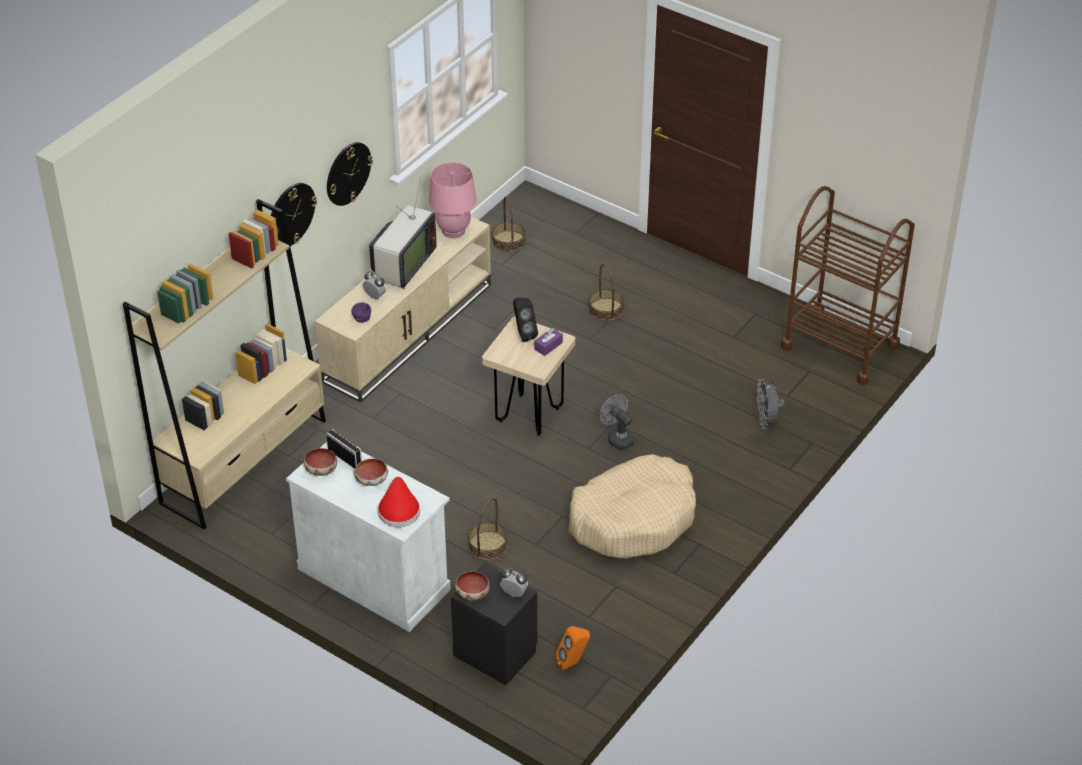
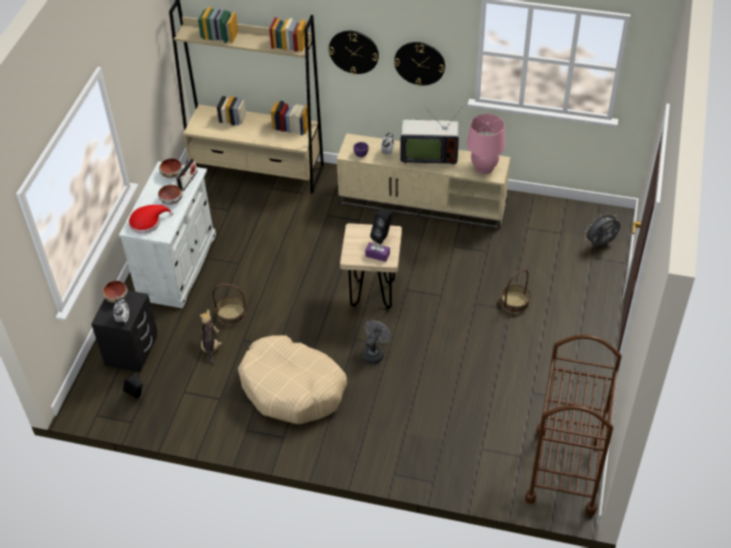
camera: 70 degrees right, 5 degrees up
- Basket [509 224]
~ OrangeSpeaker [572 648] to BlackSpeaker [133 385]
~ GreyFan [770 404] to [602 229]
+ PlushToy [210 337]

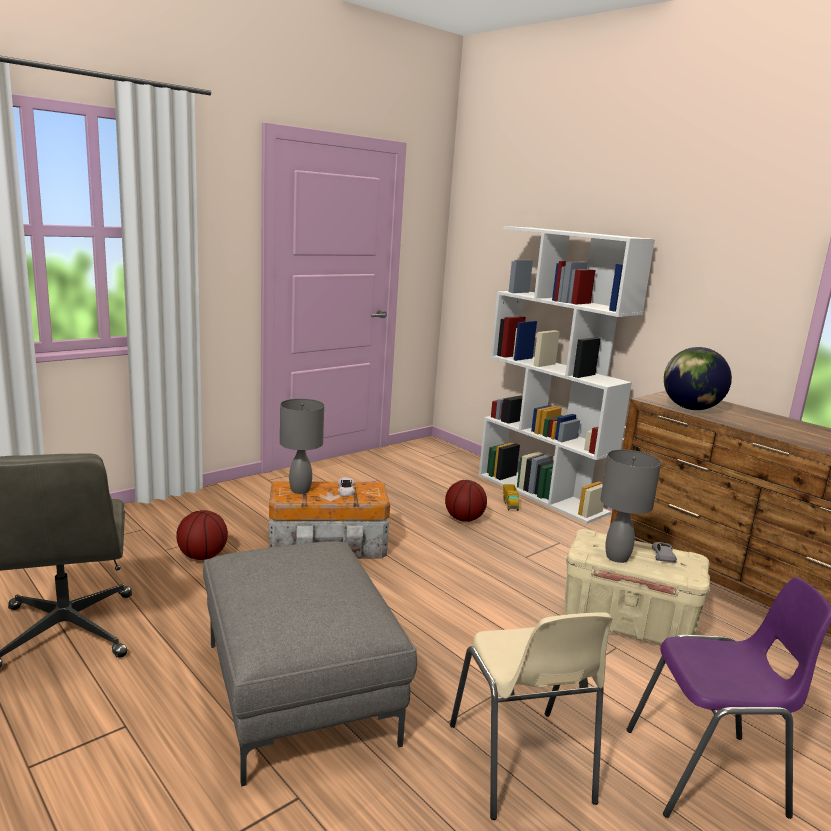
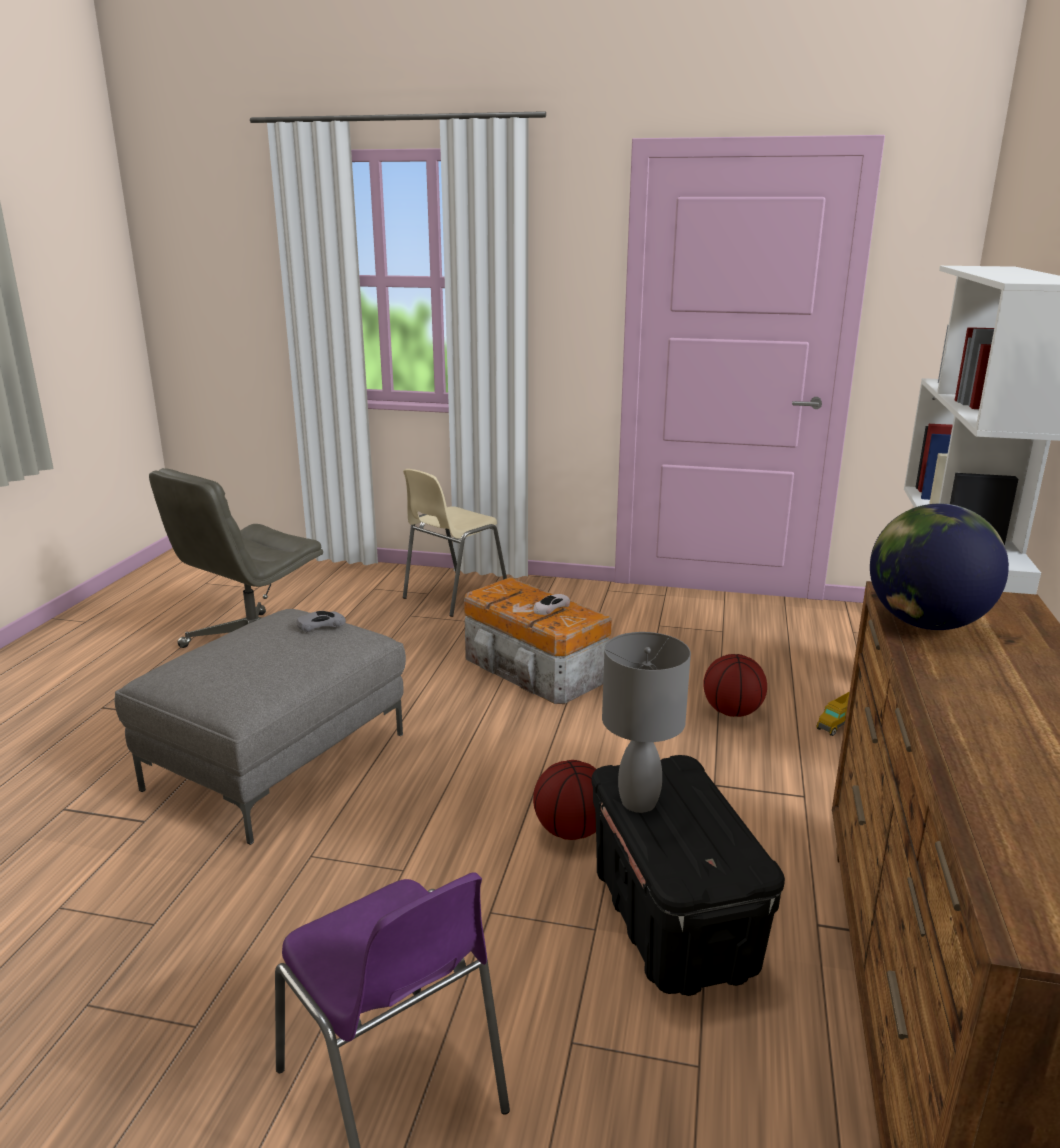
camera: 55 degrees right, 5 degrees up
~ Basketball [202 535] to [564 800]
- GreyTableLamp [302 446]
~ BeigeChair [531 716] to [455 543]
~ BeigeStorageBox [637 586] to BlackStorageBox [688 875]
~ GreyToyCar [664 552] to [321 621]

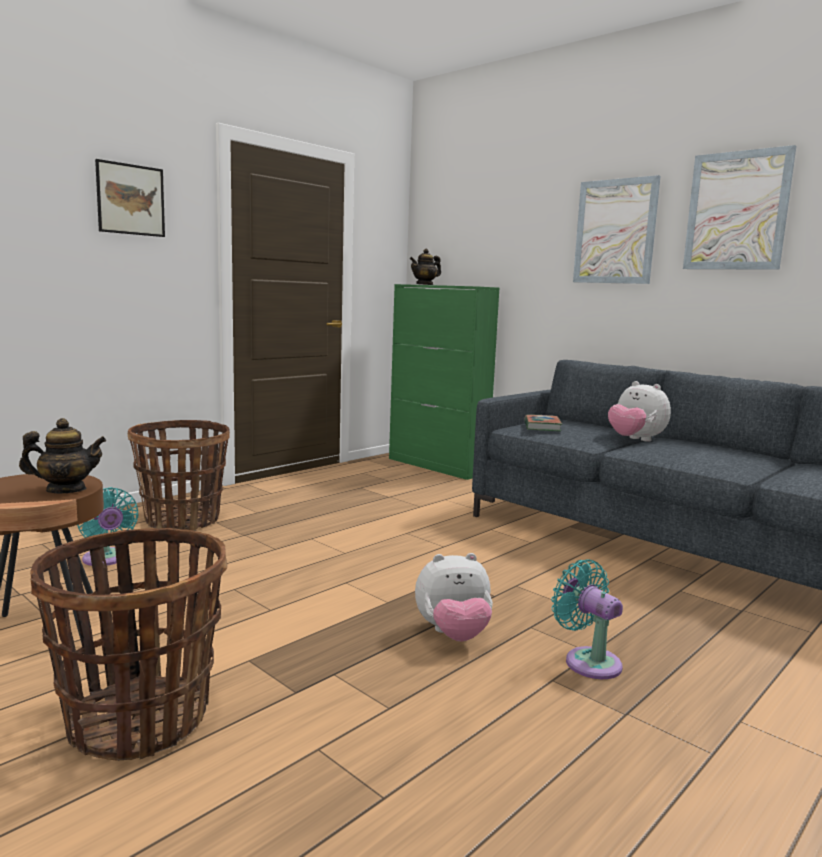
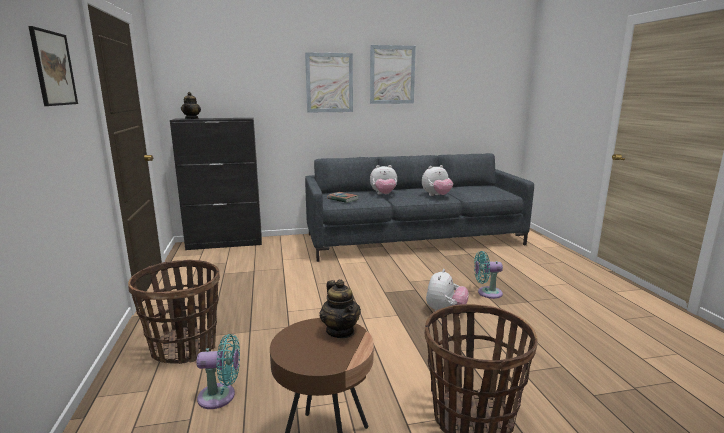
camera: 55 degrees left, 5 degrees up
~ Teapot [62 455] = [340 308] 135 degrees clockwise
~ GreenCabinet [444 382] to BlackCabinet [216 184]
+ PlushToy [437 180]

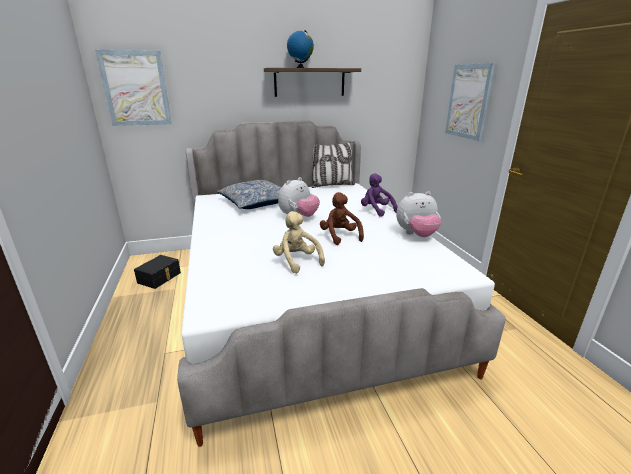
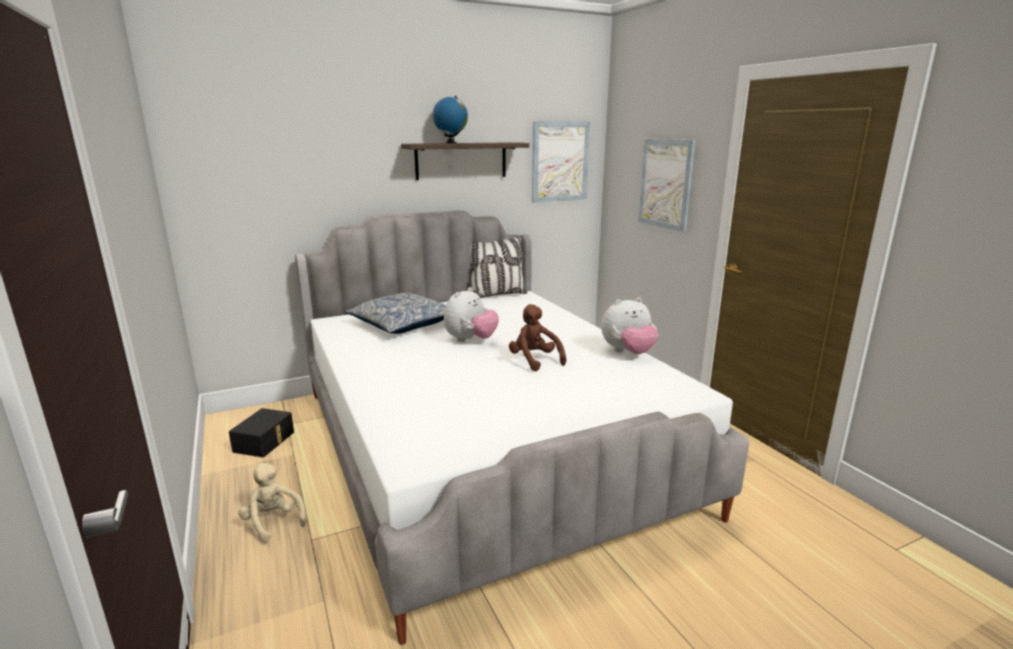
camera: 10 degrees left, 5 degrees down
~ Picture [133 88] to [561 162]
~ BeigePlushToy [299 242] to [272 503]
- PurplePlushToy [379 195]

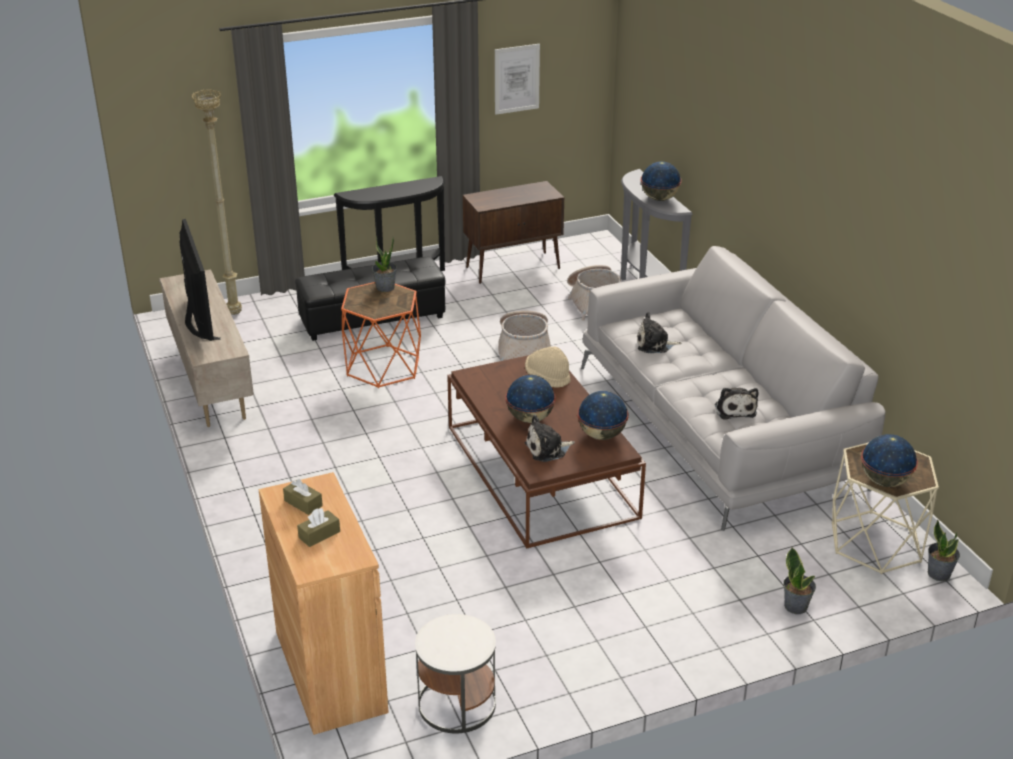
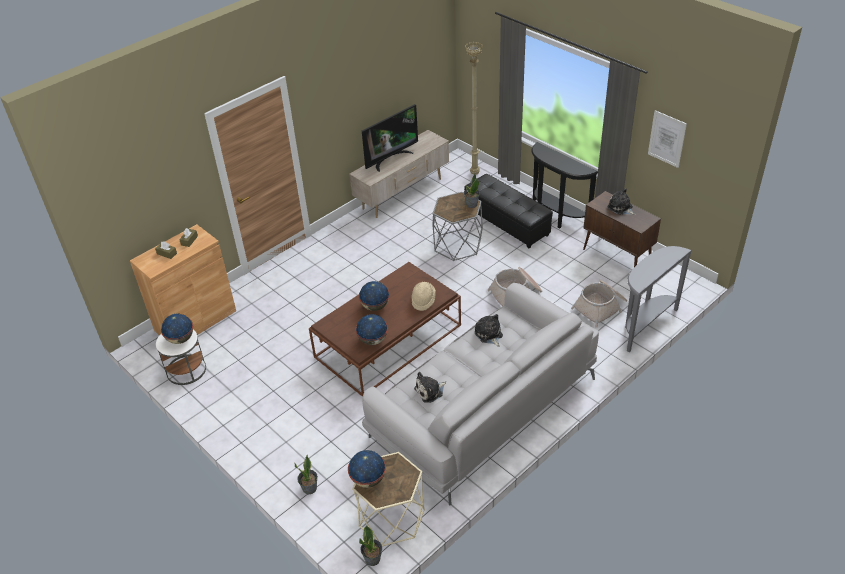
camera: 70 degrees right, 10 degrees up
~ OrangeSideTable [381 335] to GreySideTable [457 226]
~ PlushToy [550 438] to [621 201]
~ Globe [661 181] to [177 329]

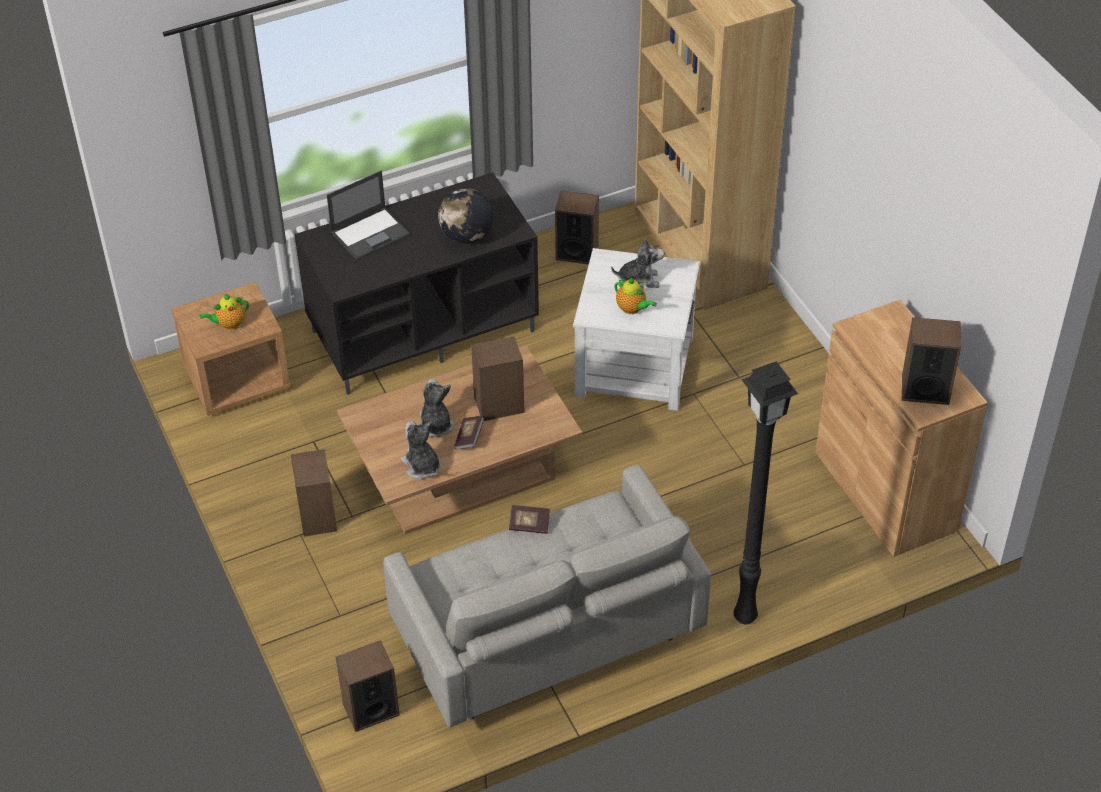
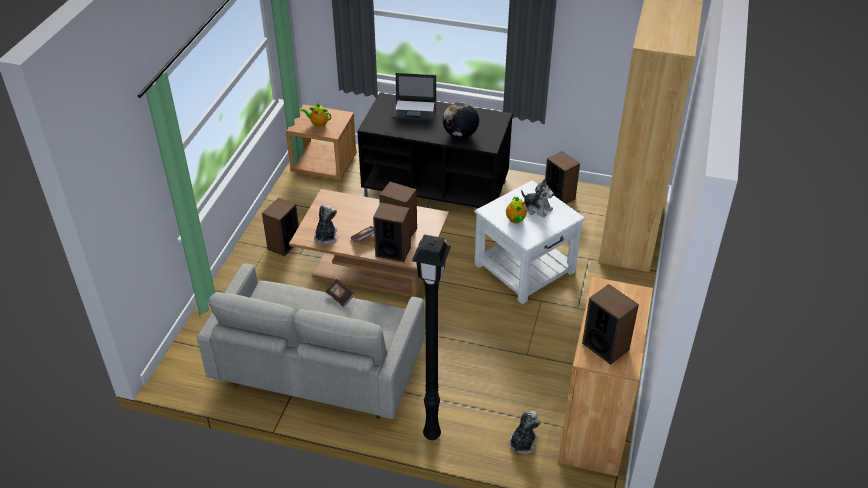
camera: 40 degrees right, 5 degrees down
~ Speaker [368 686] to [392 232]
~ PlushToy [437 408] to [525 432]

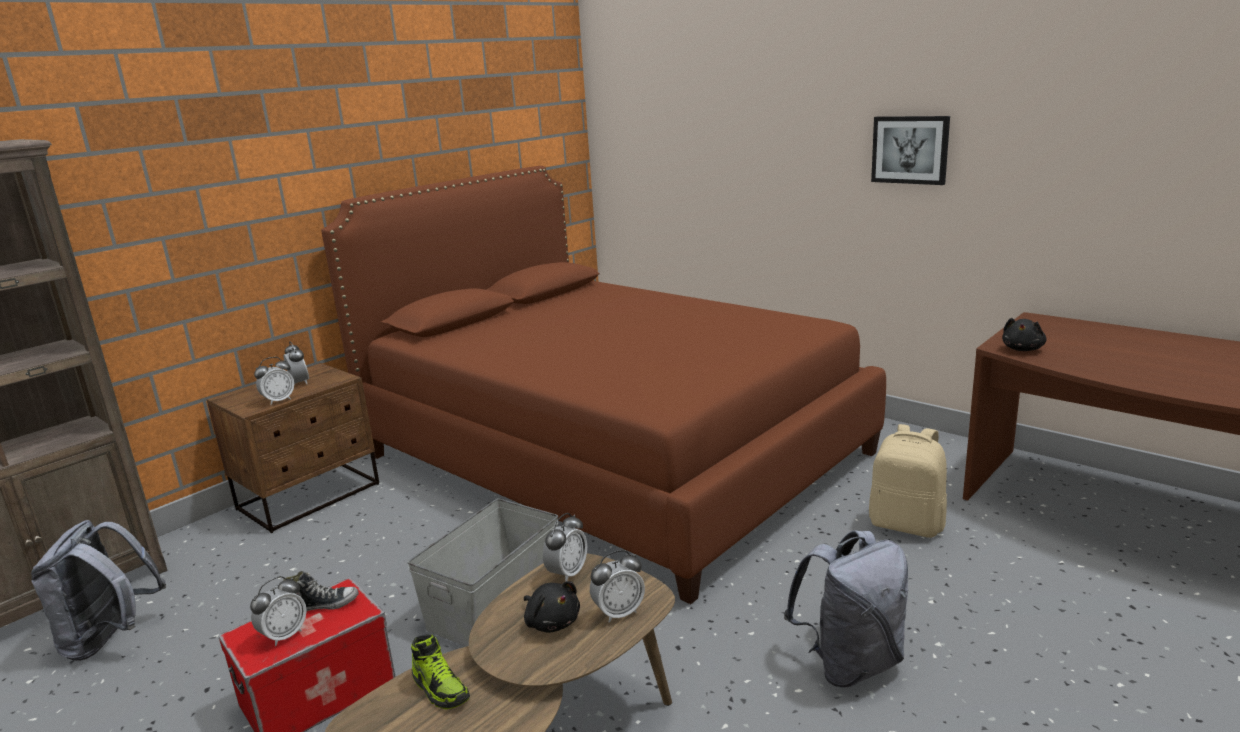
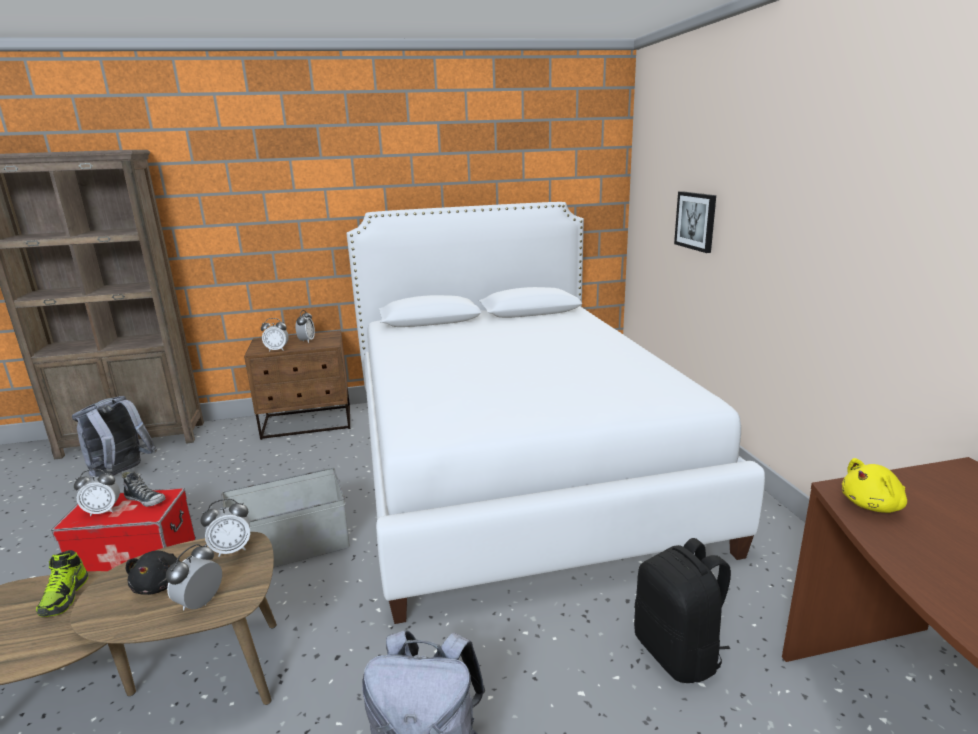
camera: 35 degrees right, 0 degrees up
~ BrownBed [603 385] to WhiteBed [556 413]
~ AlarmClock [617 586] = [194 577] 105 degrees clockwise
~ BeigeBackpack [908 481] to BlackBackpack [682 610]
~ Picture [910 150] to [695 222]
~ BlackPlushToy [1024 334] to YellowPlushToy [874 485]

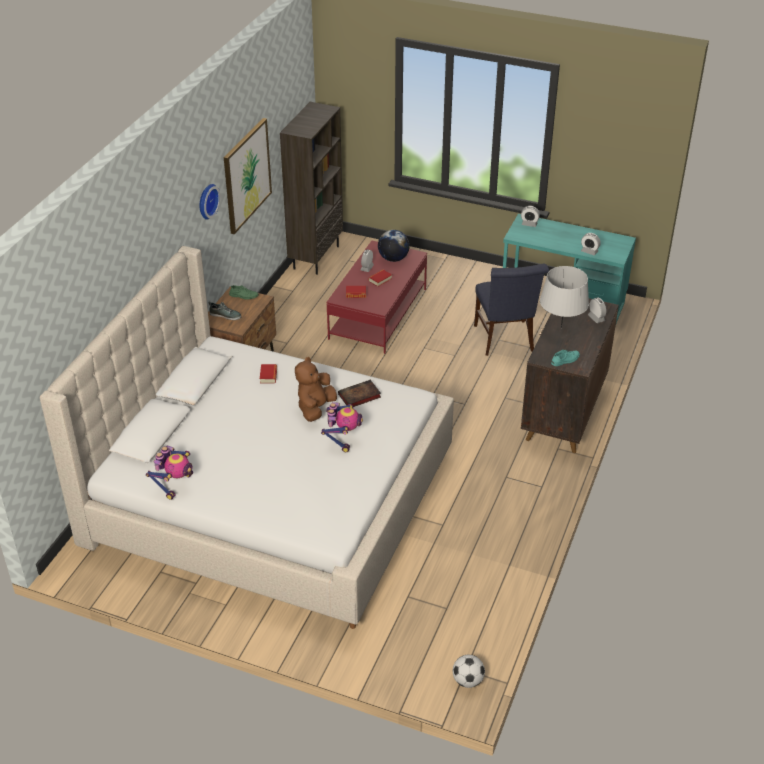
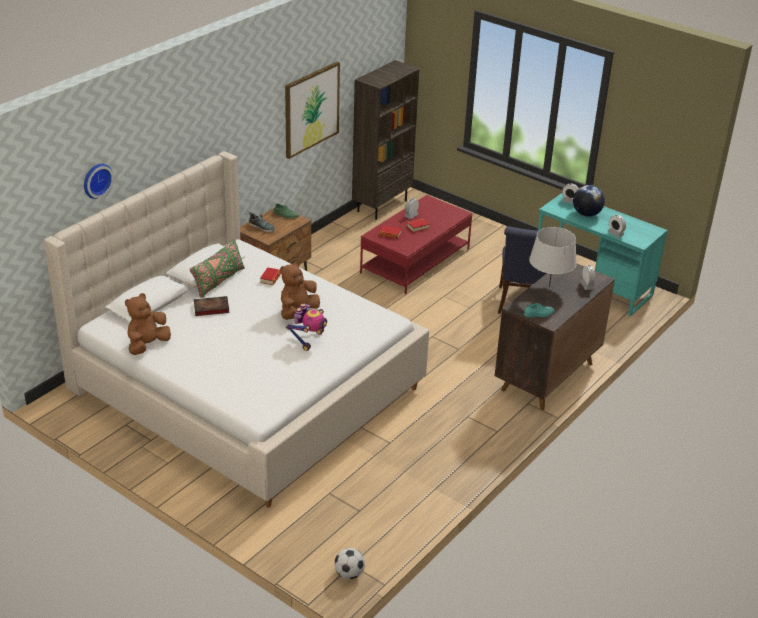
camera: 15 degrees right, 5 degrees down
~ ToyRobot [169 472] to BrownPlushToy [148 324]
~ WallClock [210 202] to [99 181]
~ Book [359 393] to [211 306]
~ Globe [394 246] to [589 201]
+ GreenPillow [217 268]

